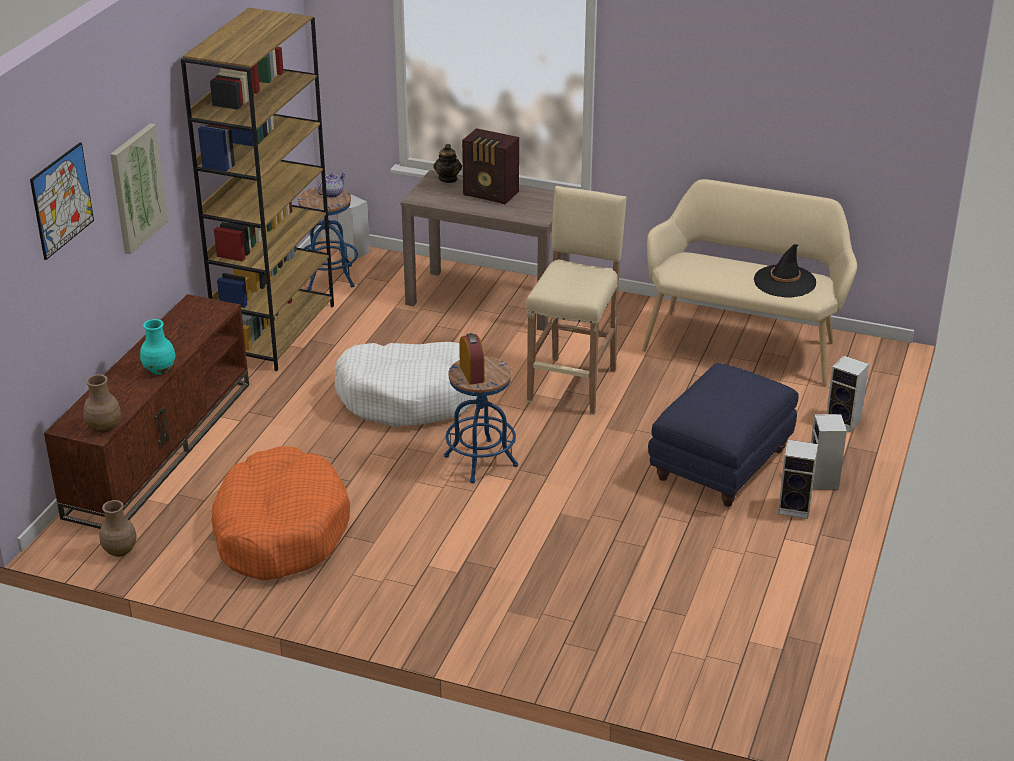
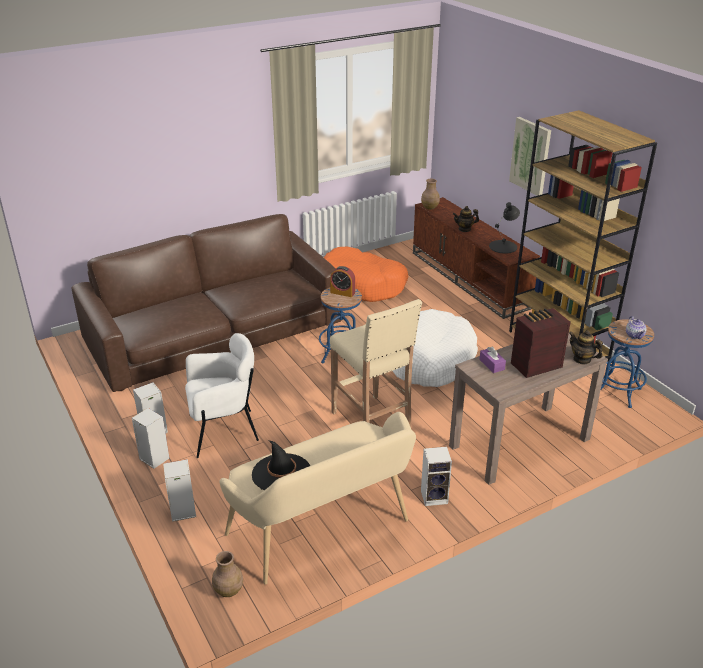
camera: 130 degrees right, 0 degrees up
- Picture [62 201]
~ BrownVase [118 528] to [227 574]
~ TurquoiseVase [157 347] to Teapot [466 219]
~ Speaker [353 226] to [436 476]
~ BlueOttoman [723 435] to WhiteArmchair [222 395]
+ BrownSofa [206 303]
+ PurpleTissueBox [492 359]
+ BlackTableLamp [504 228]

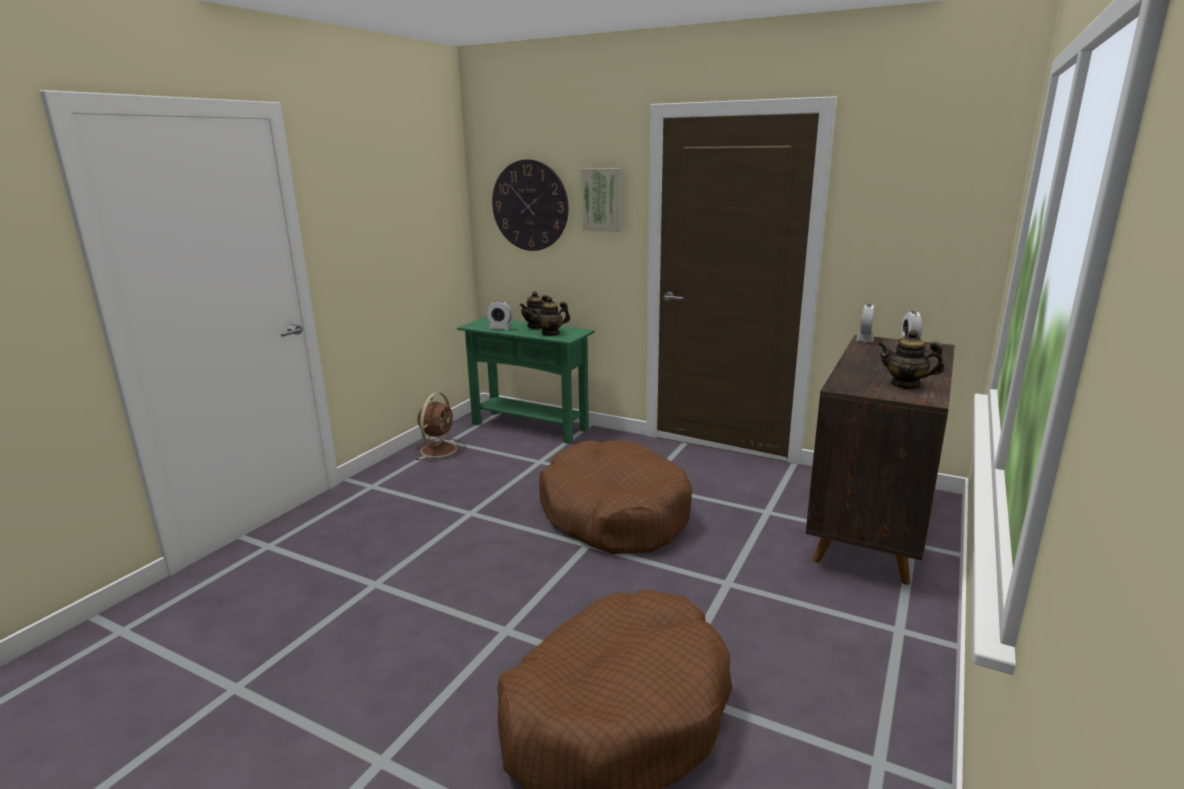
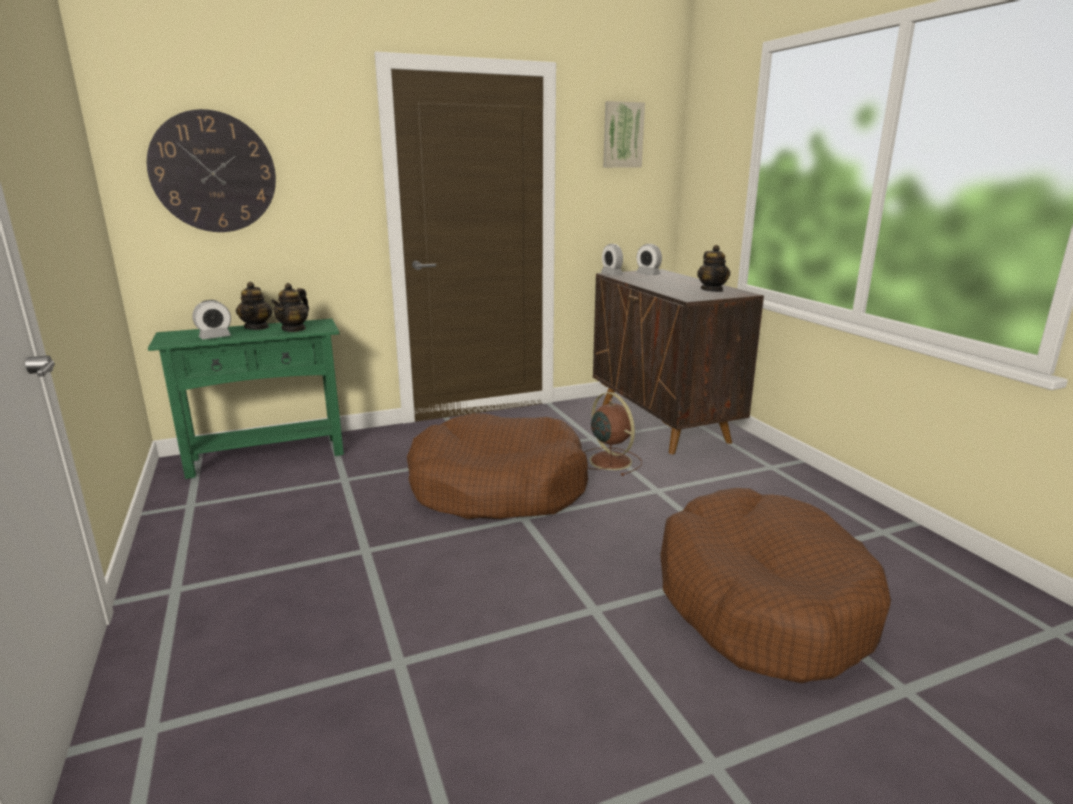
camera: 50 degrees left, 0 degrees up
~ BrownFan [440 426] to [613 434]
~ Picture [601 200] to [624 134]
~ Teapot [911 360] = [713 268] 75 degrees counterclockwise

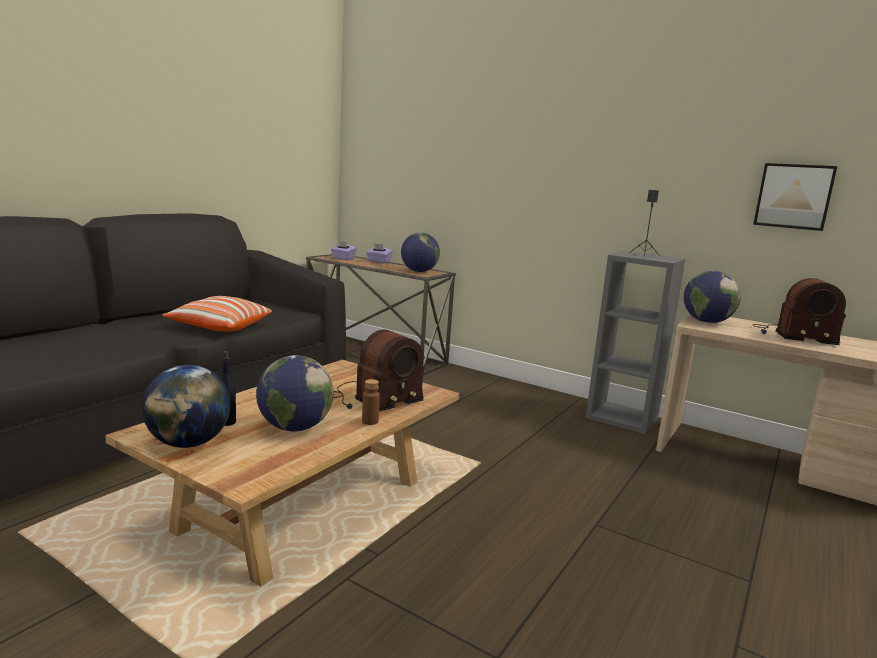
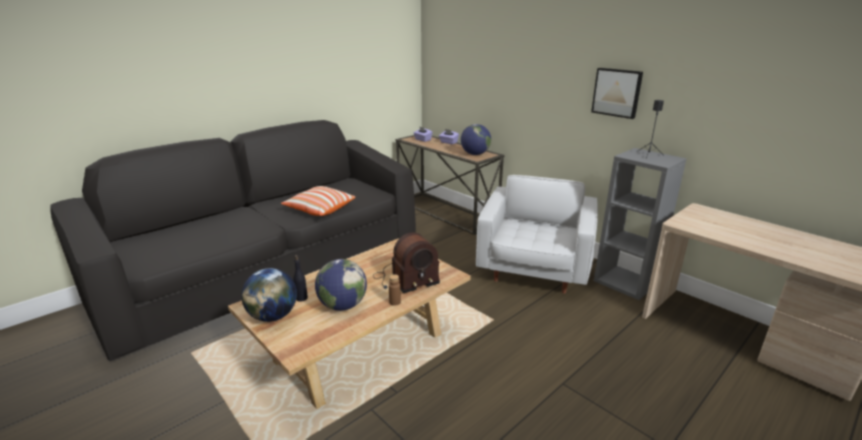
camera: 15 degrees right, 10 degrees up
- Globe [712 297]
~ Picture [795 197] to [617 93]
- Radio [799 311]
+ WhiteArmchair [537 234]

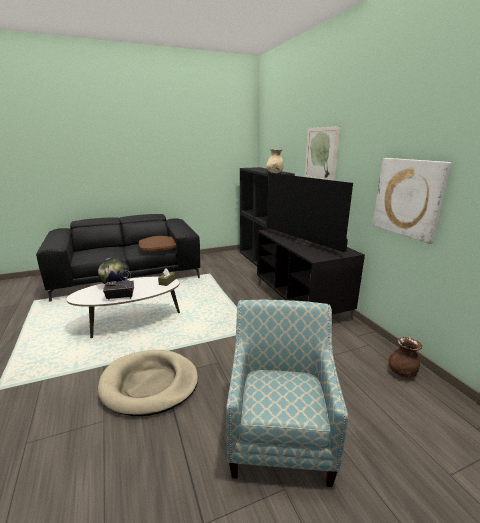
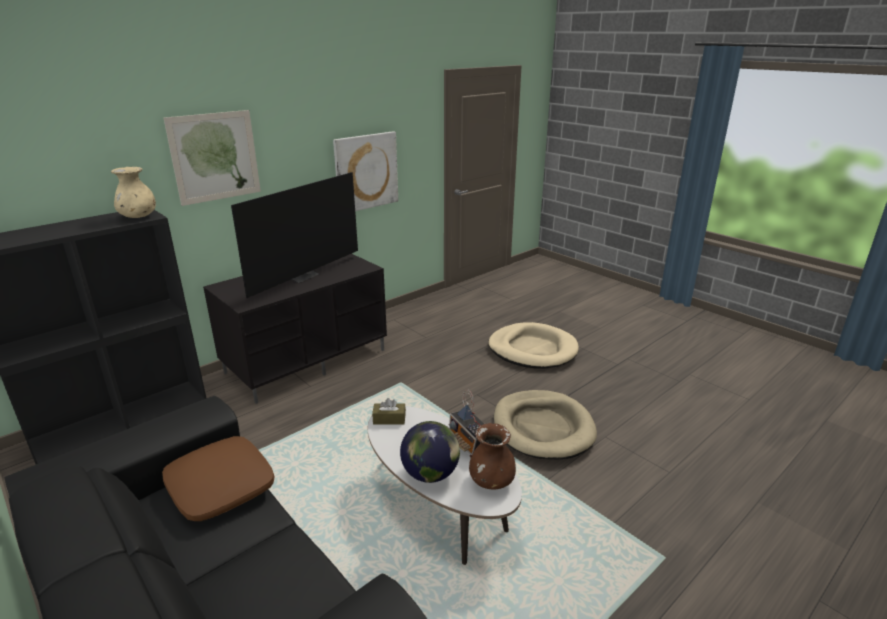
camera: 110 degrees left, 5 degrees up
~ Armchair [287 393] to BeigeDogBed [533 345]
~ BrownVase [405 357] to [492 456]

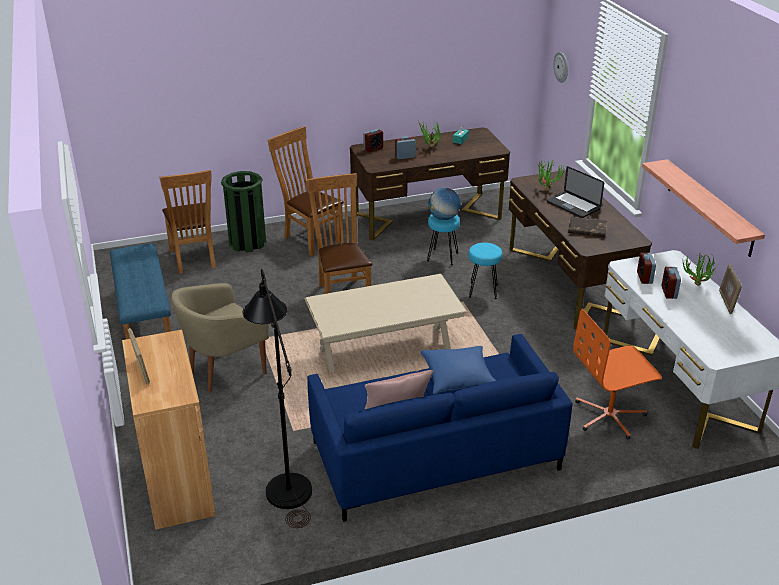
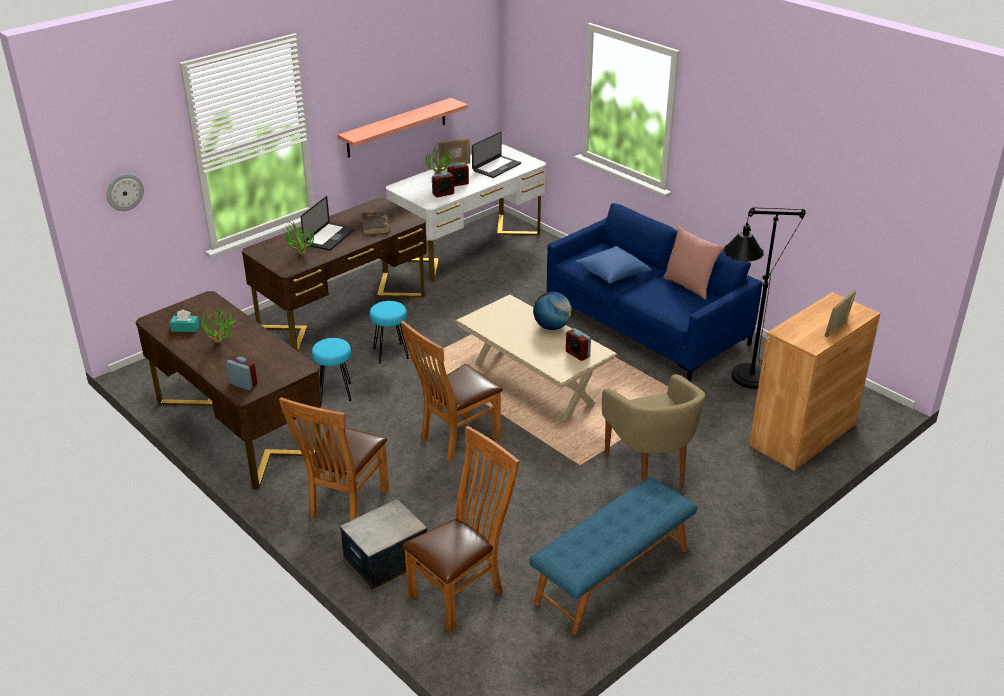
camera: 115 degrees left, 0 degrees up
~ BeigeArmchair [220 337] = [653 429] 45 degrees clockwise
~ GreenTrashCan [243 211] to StorageBox [384 544]
~ AlarmClock [405 147] to [578 344]
~ Globe [445 204] to [552 311]
- OrangeOfficeChair [617 374]
+ Laptop [496 154]

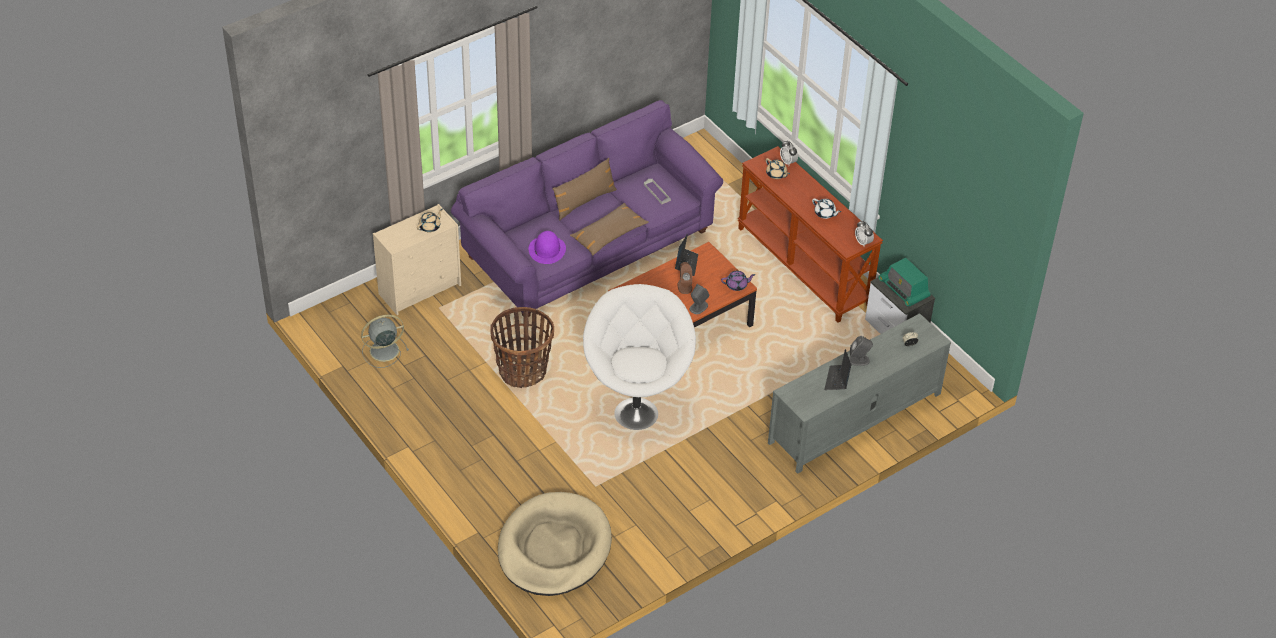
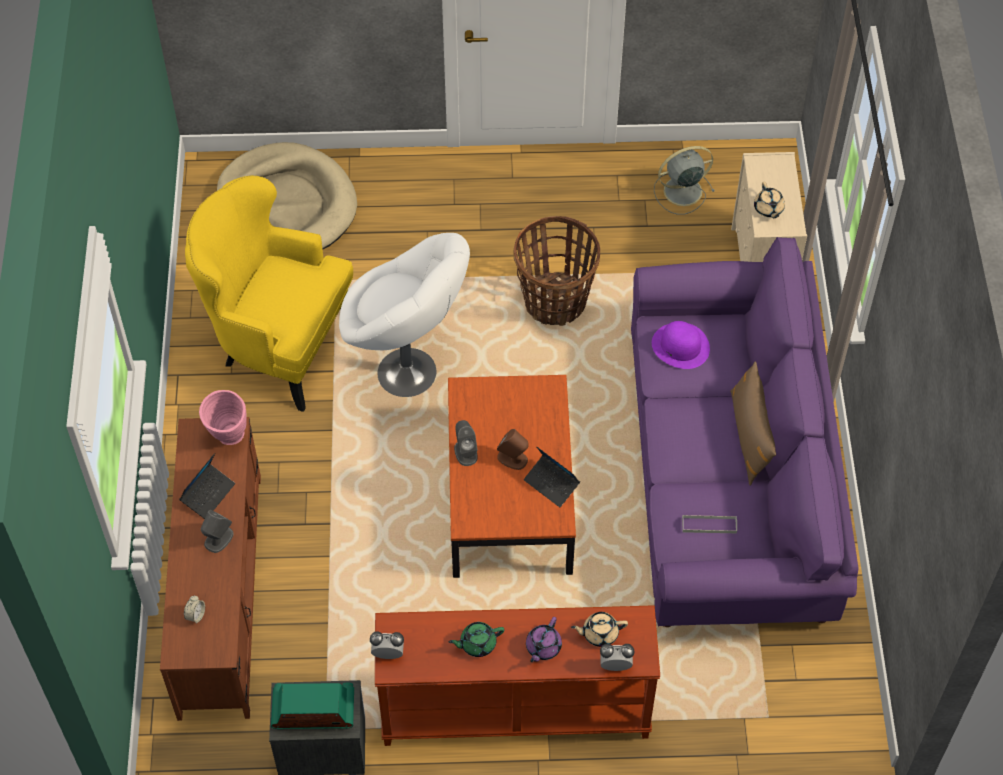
camera: 125 degrees right, 10 degrees up
~ GreyFan [385 341] = [684 180] 120 degrees counterclockwise
- BrownPillow [609 229]
~ PurpleTeapot [738 281] to [544 639]
~ GreyTvStand [859 393] to BrownTvStand [210 569]
~ WhiteTeapot [826 208] to GreenTeapot [476 639]
~ Laptop [837 369] = [207 486] 75 degrees clockwise
+ YellowArmchair [269 293]
+ PinkVase [223 417]

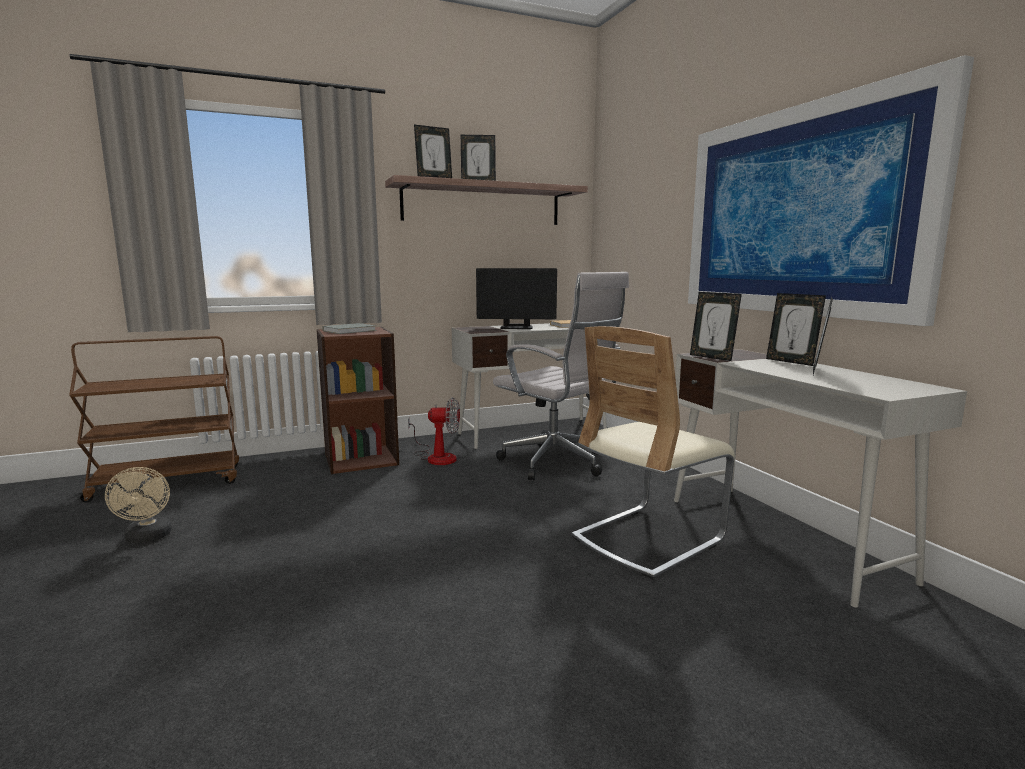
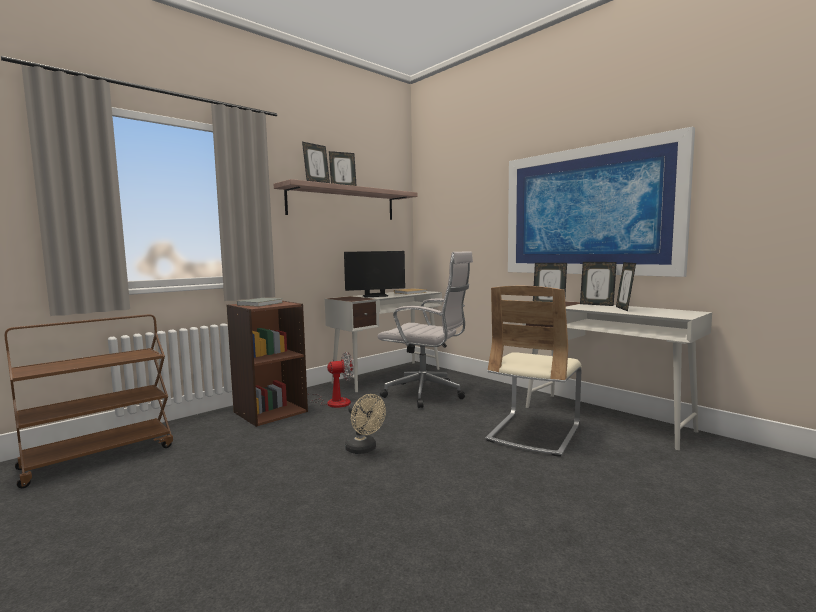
camera: 20 degrees left, 5 degrees down
~ BeigeFan [138 505] to [365 424]

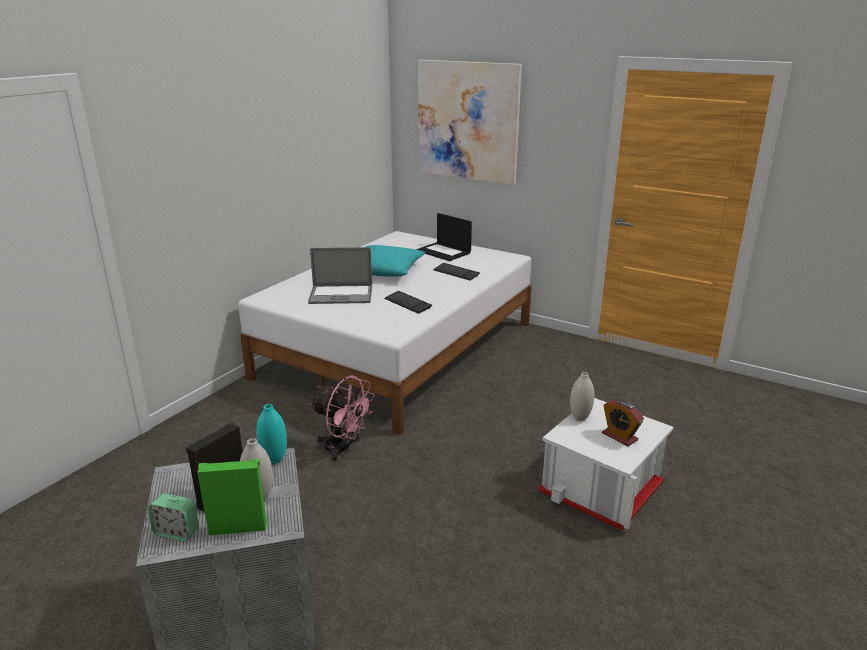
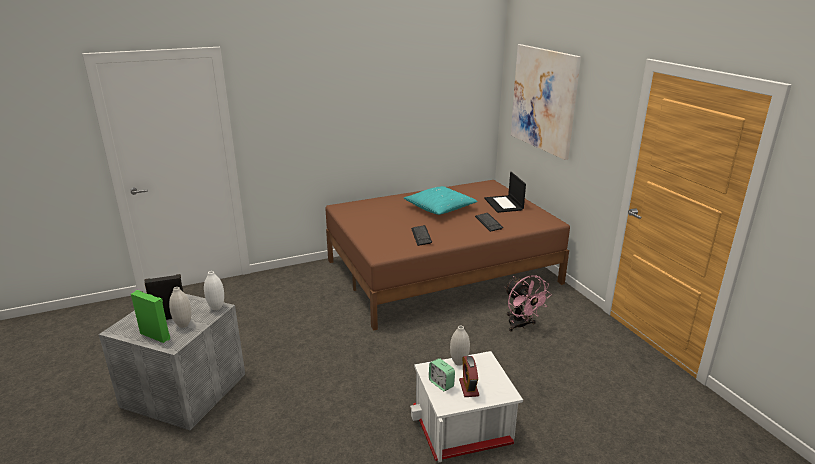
camera: 35 degrees right, 0 degrees up
~ AlarmClock [173 517] to [442 374]
~ WhiteBed [385 333] to BrownBed [447 255]
~ TurquoiseVase [271 434] to WhiteVase [214 290]
- Laptop [340 275]
~ PinkFan [342 418] to [528 303]

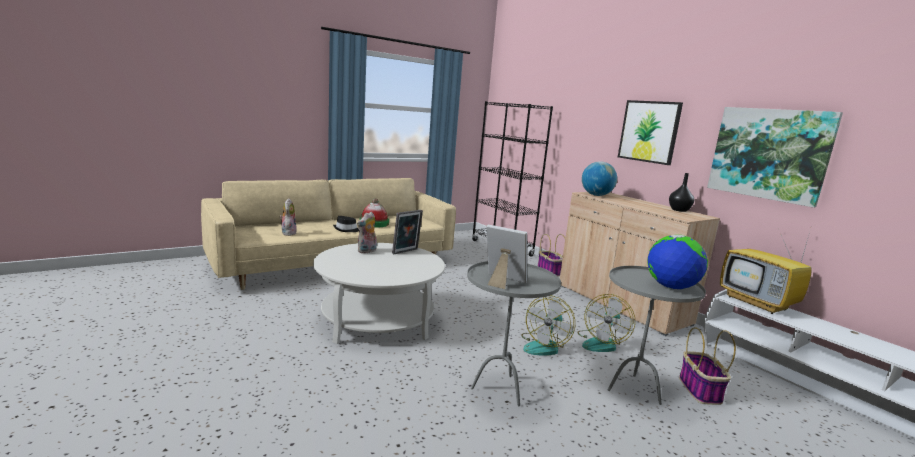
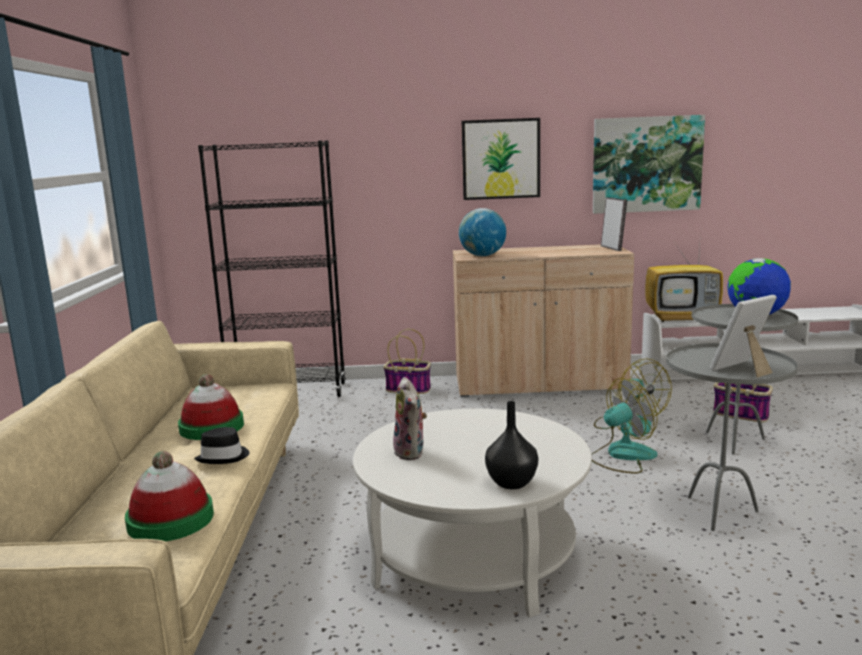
camera: 55 degrees left, 0 degrees up
~ PlushToy [288 217] to Hat [169 496]
~ PictureFrame [407 232] to [614 224]
~ Fan [548 326] = [624 426] 90 degrees counterclockwise
~ BlackVase [681 192] to [511 445]

